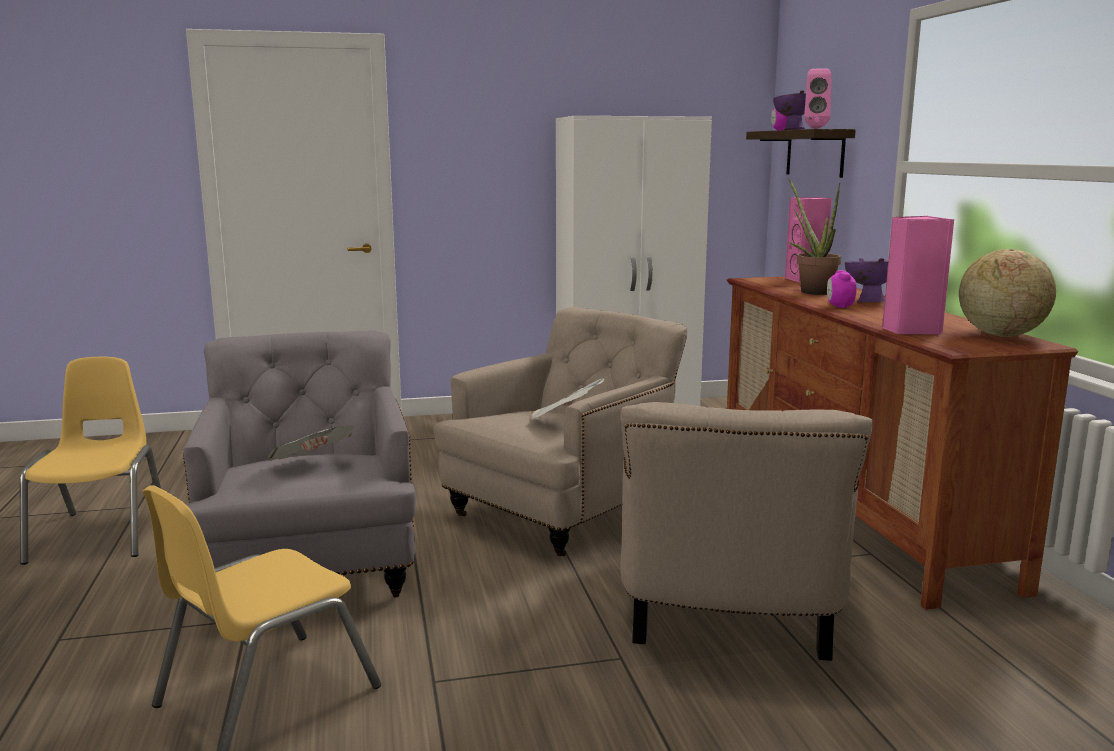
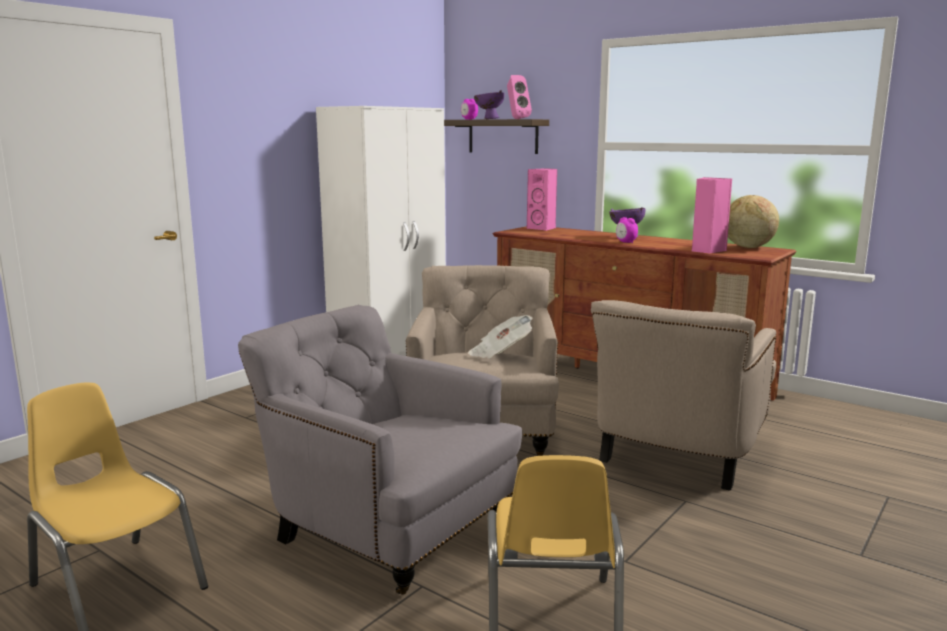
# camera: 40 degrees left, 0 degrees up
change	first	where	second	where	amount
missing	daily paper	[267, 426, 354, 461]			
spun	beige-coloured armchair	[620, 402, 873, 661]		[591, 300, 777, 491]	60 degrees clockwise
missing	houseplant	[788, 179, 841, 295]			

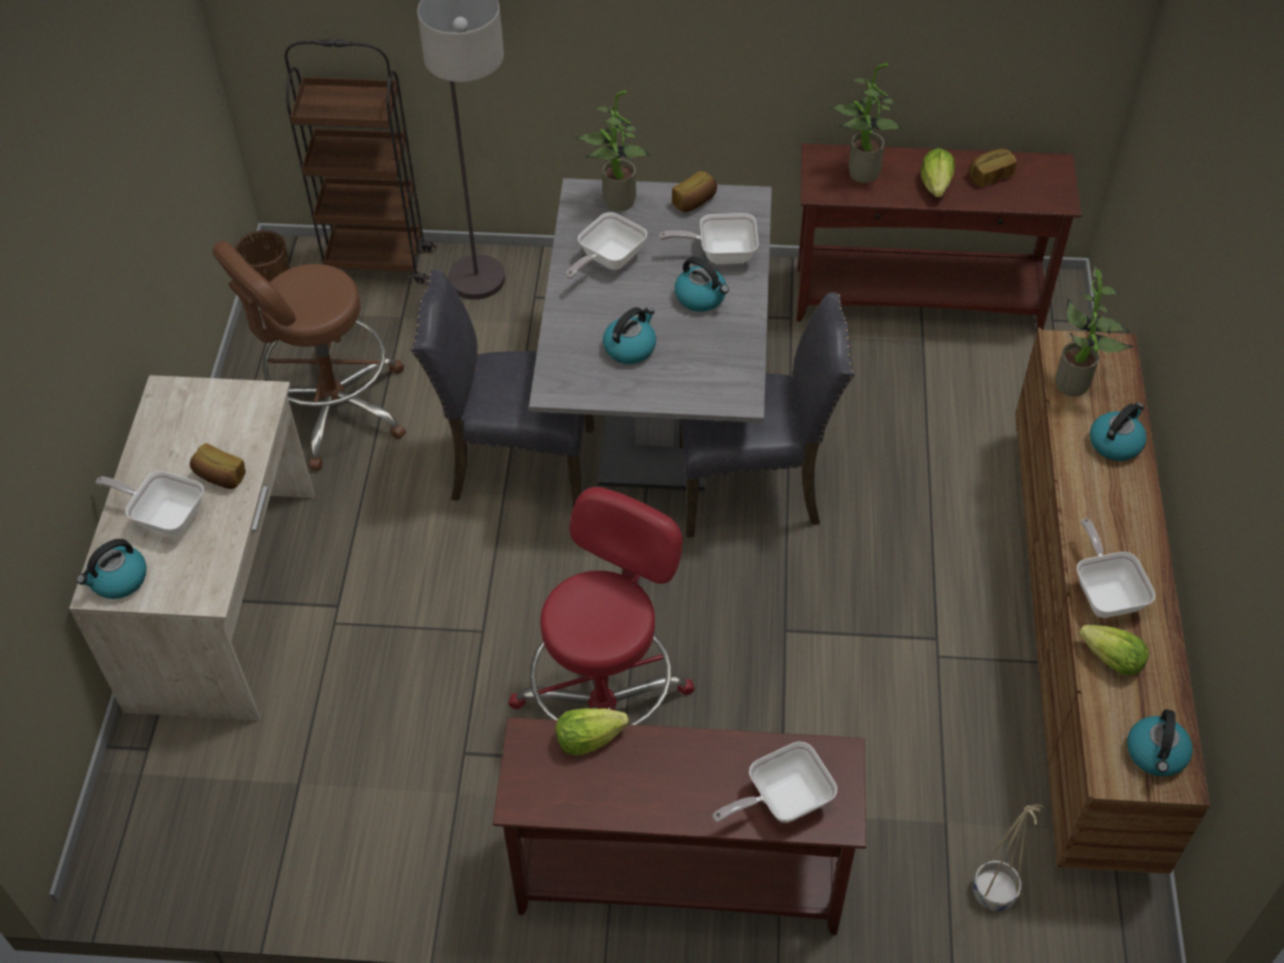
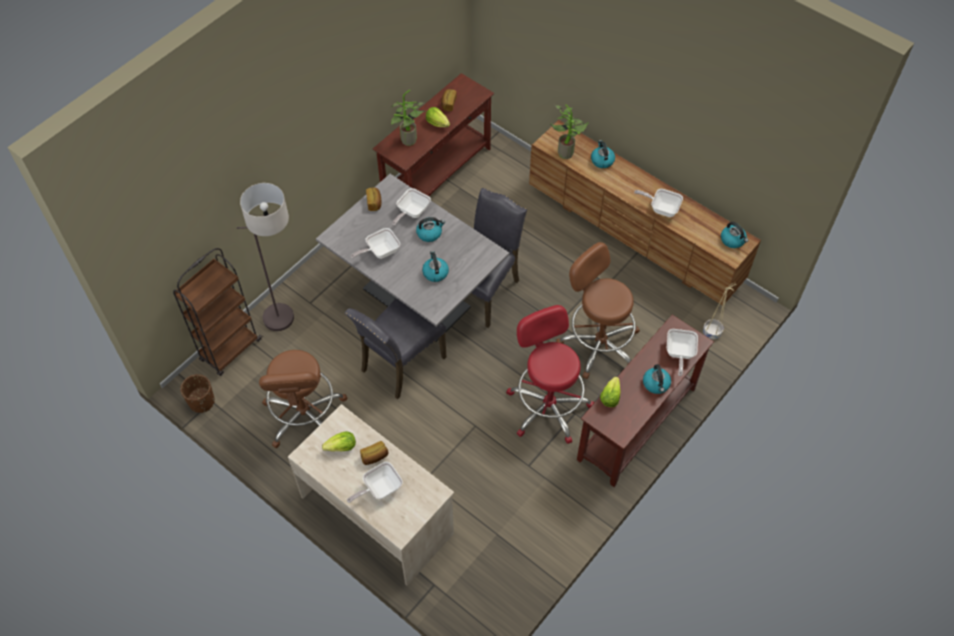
# camera: 55 degrees left, 5 degrees up
change	first	where	second	where	amount
relocated	kettle	[77, 539, 147, 599]		[643, 364, 671, 394]	
spun	frying pan	[566, 212, 647, 279]		[351, 228, 400, 259]	75 degrees clockwise
missing	houseplant	[574, 90, 650, 211]			
relocated	lettuce	[1079, 625, 1149, 676]		[322, 431, 356, 452]	
appeared			brown-coloured stool seat	[556, 242, 640, 379]	

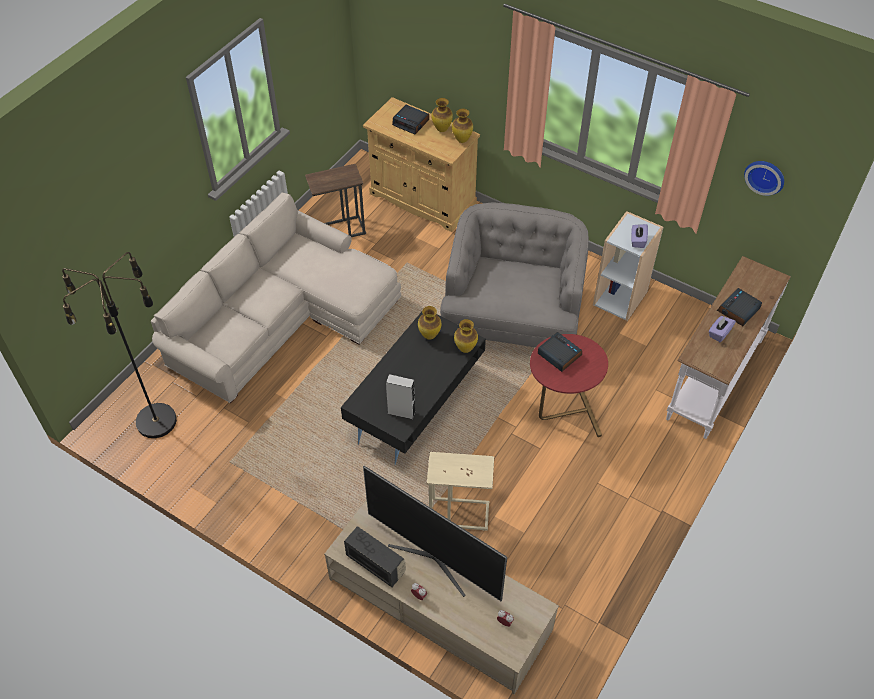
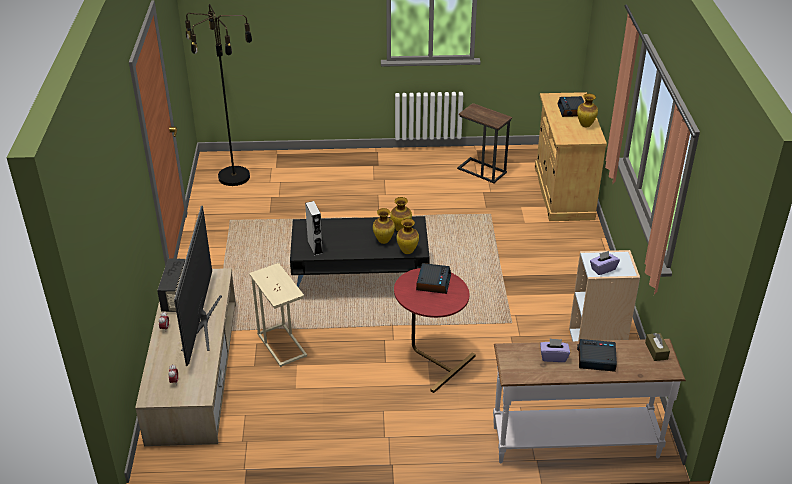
# camera: 55 degrees right, 15 degrees down
change	first	where	second	where	amount
missing	beige-coloured couch	[151, 192, 401, 403]			
missing	gray armchair	[440, 202, 589, 347]			
relocated	flower vase	[452, 108, 473, 143]		[373, 208, 395, 244]	
missing	hanging clock	[744, 161, 784, 196]			
appeared			brown-coloured tissue box	[645, 333, 670, 361]	

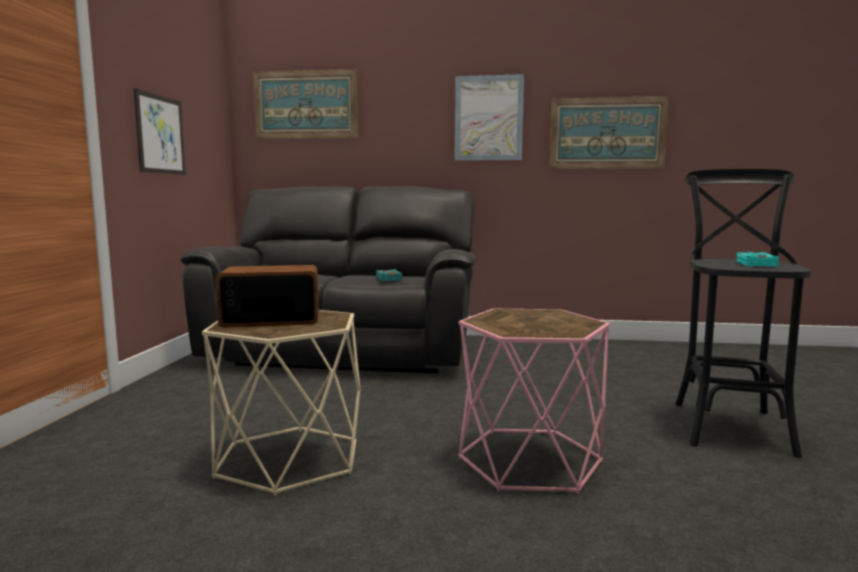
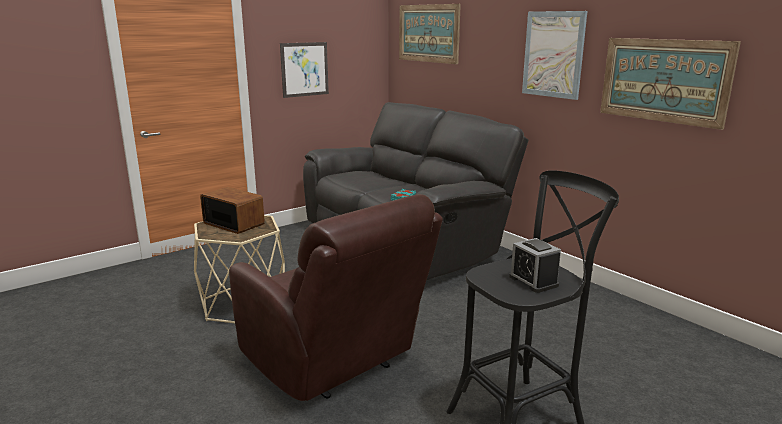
# camera: 45 degrees right, 10 degrees up
change	first	where	second	where	amount
exchanged	pink-coloured accent table	[458, 309, 610, 494]	brown-coloured armchair	[229, 194, 443, 401]	
exchanged	blue-green book	[736, 252, 779, 267]	alarm clock	[509, 238, 561, 293]	

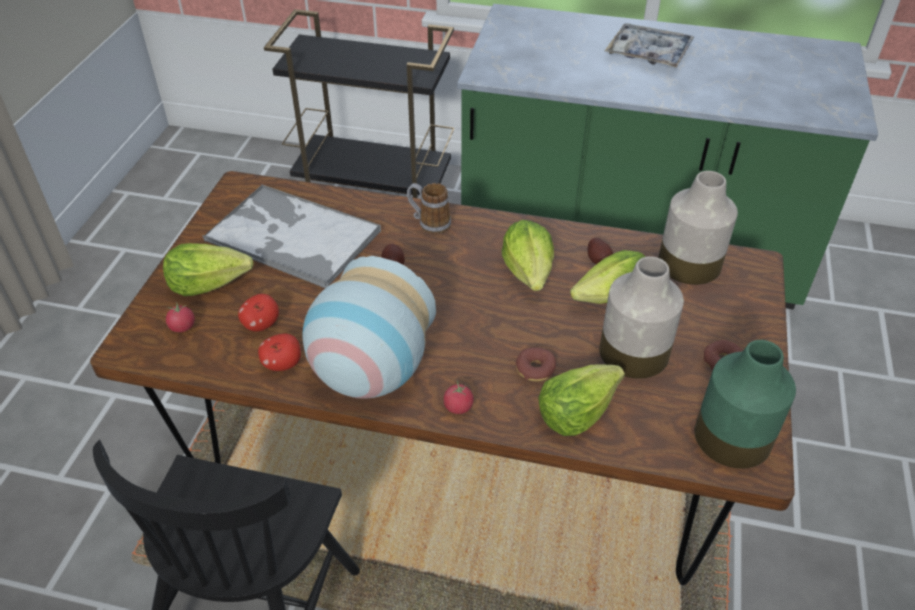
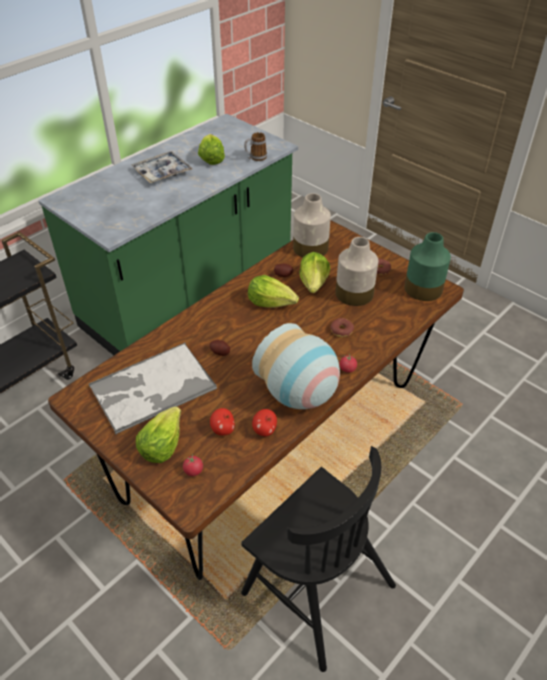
# camera: 60 degrees left, 0 degrees up
change	first	where	second	where	amount
relocated	tea mug	[407, 183, 451, 234]		[244, 132, 267, 161]	
relocated	lettuce	[538, 365, 625, 436]		[198, 134, 225, 165]	

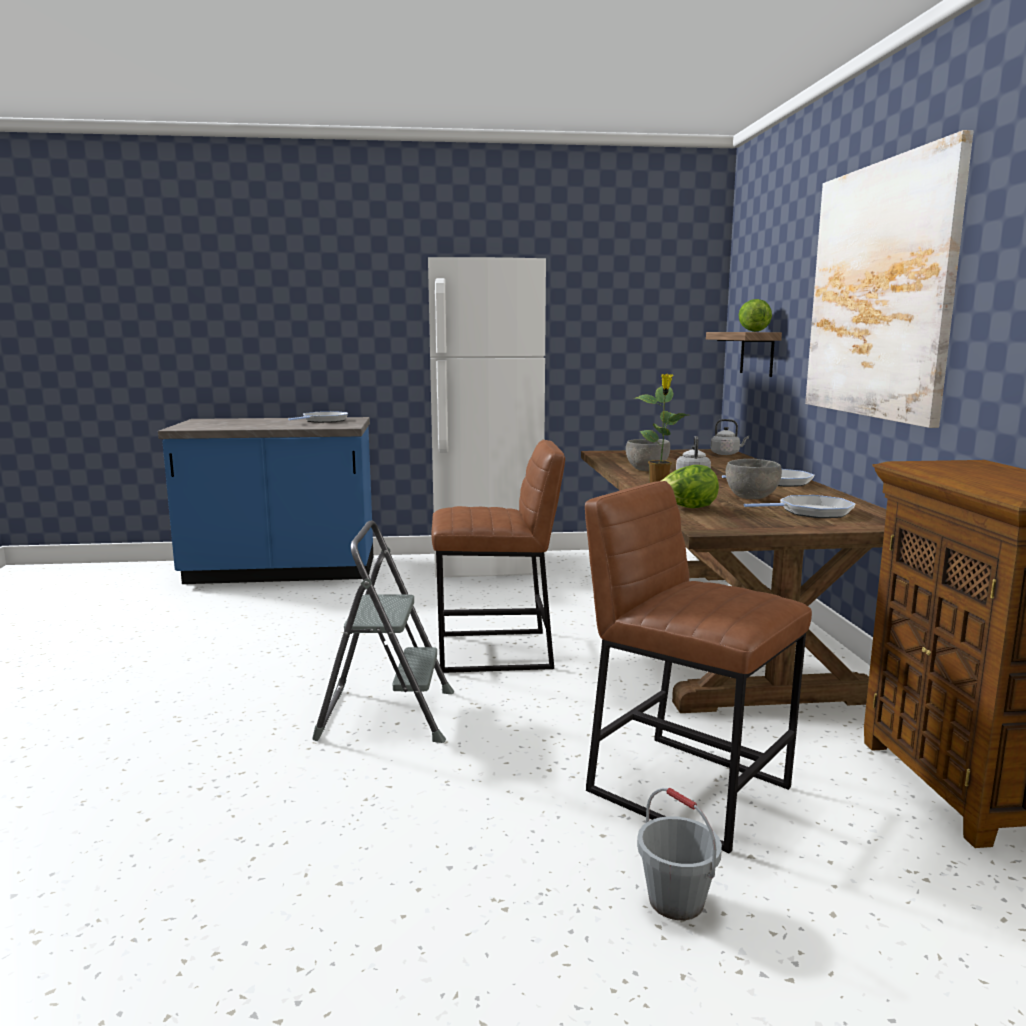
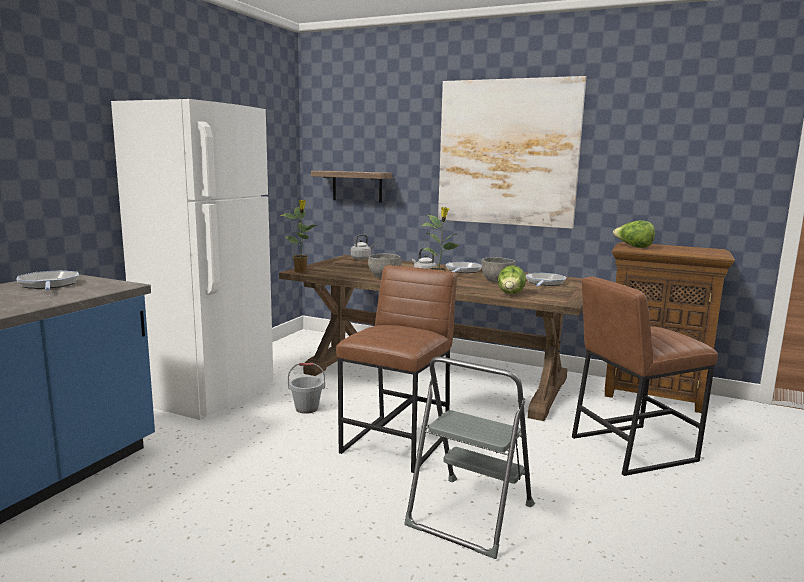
# camera: 60 degrees left, 0 degrees up
change	first	where	second	where	amount
relocated	gray water bucket	[637, 788, 722, 920]		[288, 363, 325, 414]	
relocated	lettuce	[739, 299, 772, 332]		[613, 220, 655, 248]	
appeared			houseplant	[281, 200, 318, 272]	

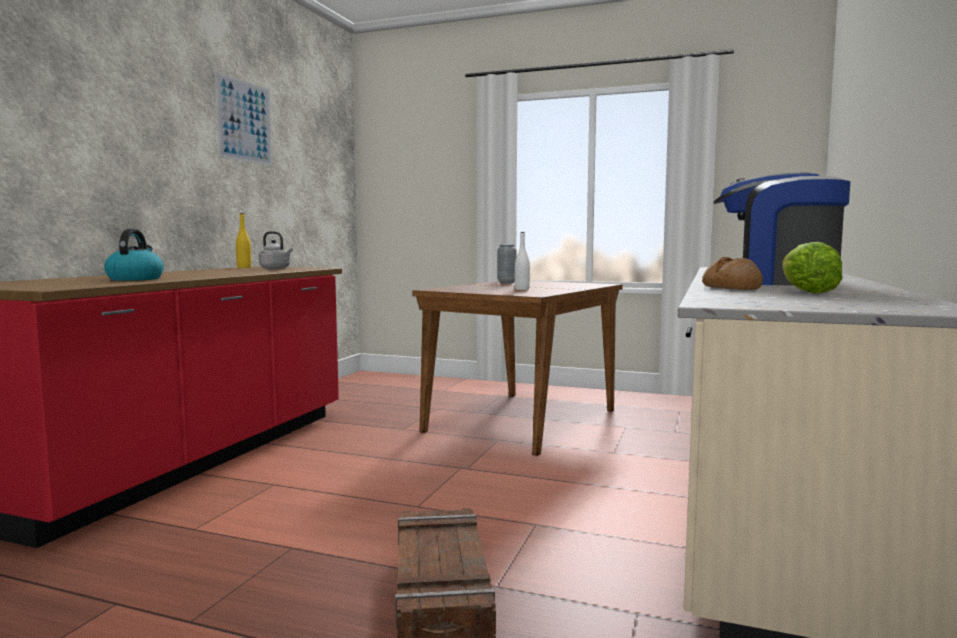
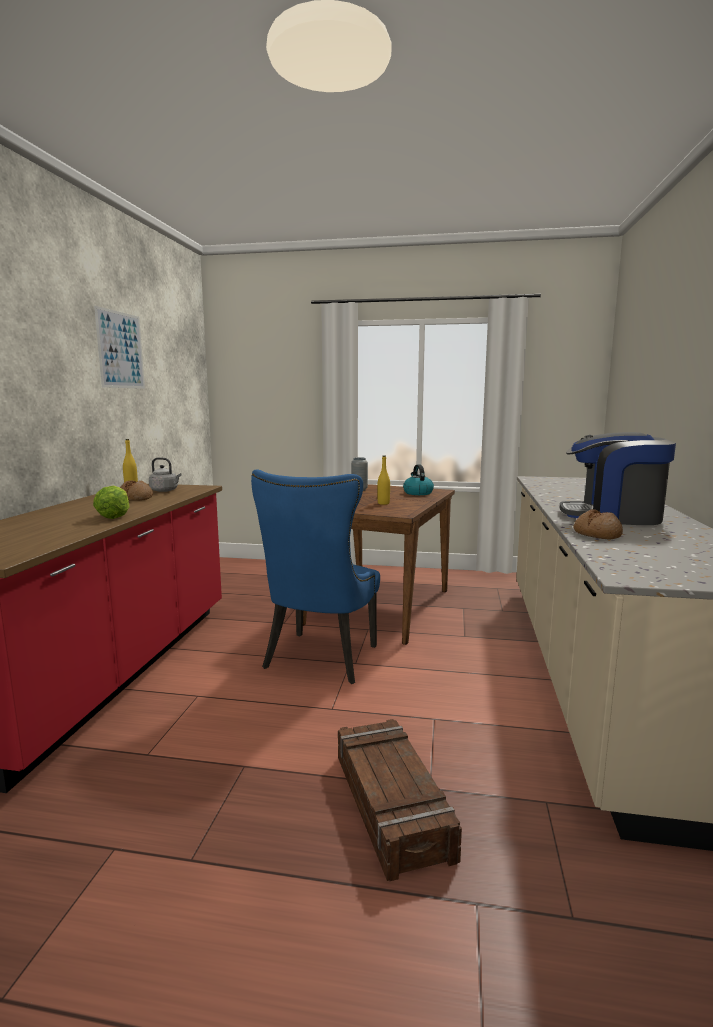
# camera: 10 degrees left, 5 degrees up
change	first	where	second	where	amount
relocated	kettle	[104, 229, 164, 281]		[403, 464, 434, 495]	
colour	white-coloured beverage bottle	[515, 232, 530, 290]	yellowish beverage bottle	[377, 456, 390, 505]	
relocated	lettuce	[782, 242, 843, 294]		[93, 485, 130, 519]	
appeared			bread	[120, 481, 153, 501]	
appeared			bluish chair	[251, 469, 380, 684]	

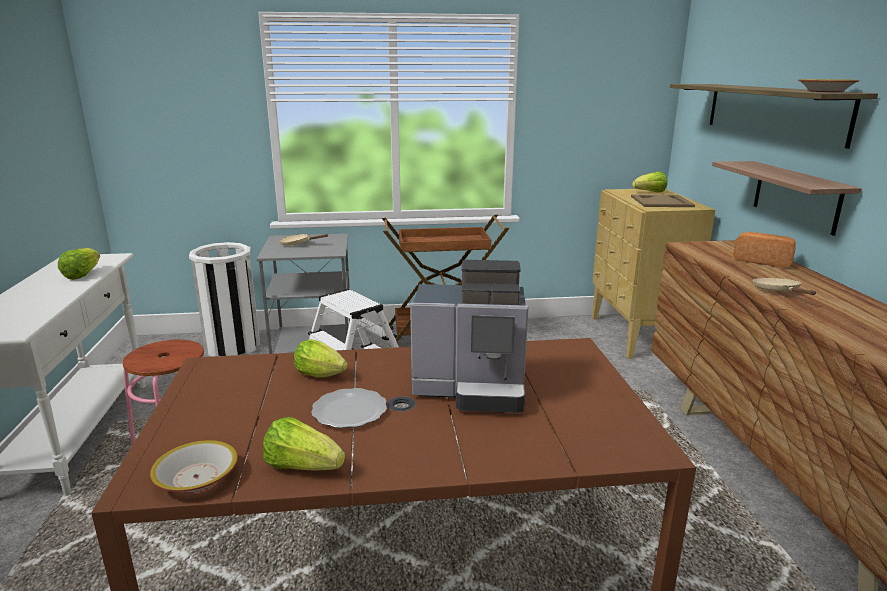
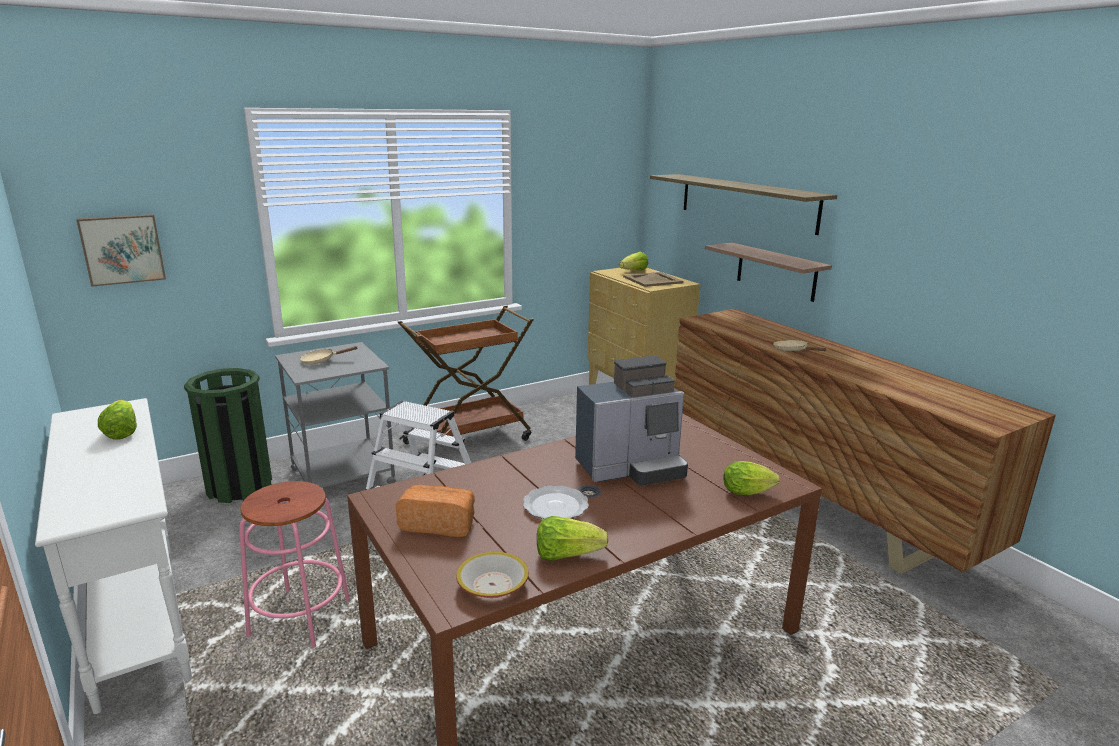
# camera: 25 degrees left, 0 degrees up
change	first	where	second	where	amount
colour	white-coloured rubbish bin	[189, 242, 260, 357]	greenish rubbish bin	[184, 368, 272, 503]	
relocated	lettuce	[294, 339, 348, 377]		[723, 461, 780, 495]	
relocated	bread	[733, 232, 796, 268]		[395, 484, 475, 537]	
missing	serving bowl	[798, 79, 859, 92]			
appeared			wall picture	[76, 214, 166, 287]	

